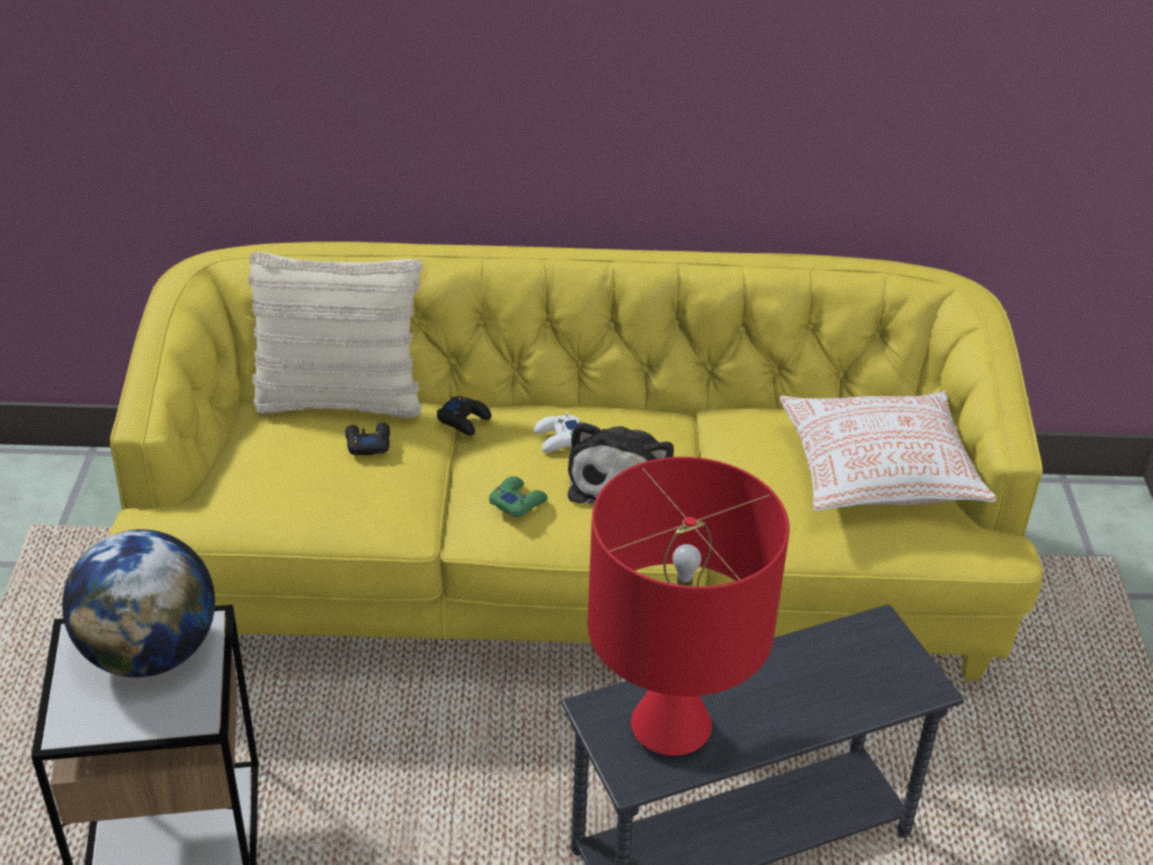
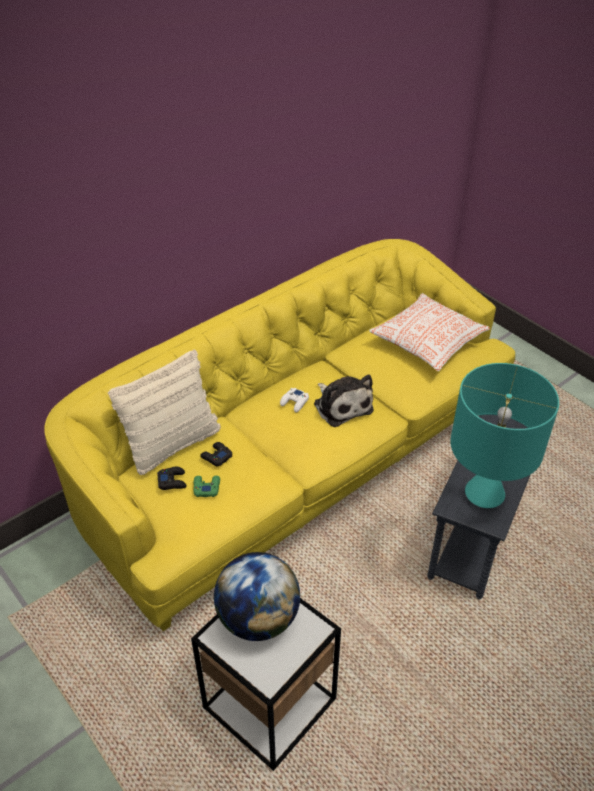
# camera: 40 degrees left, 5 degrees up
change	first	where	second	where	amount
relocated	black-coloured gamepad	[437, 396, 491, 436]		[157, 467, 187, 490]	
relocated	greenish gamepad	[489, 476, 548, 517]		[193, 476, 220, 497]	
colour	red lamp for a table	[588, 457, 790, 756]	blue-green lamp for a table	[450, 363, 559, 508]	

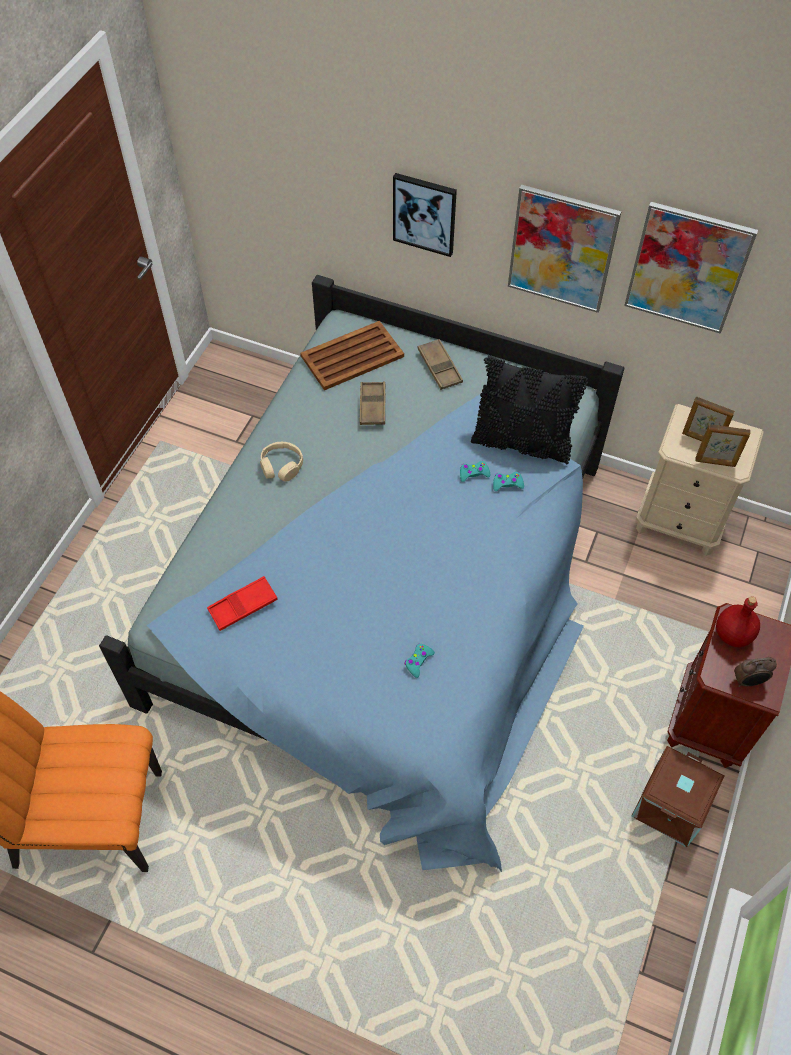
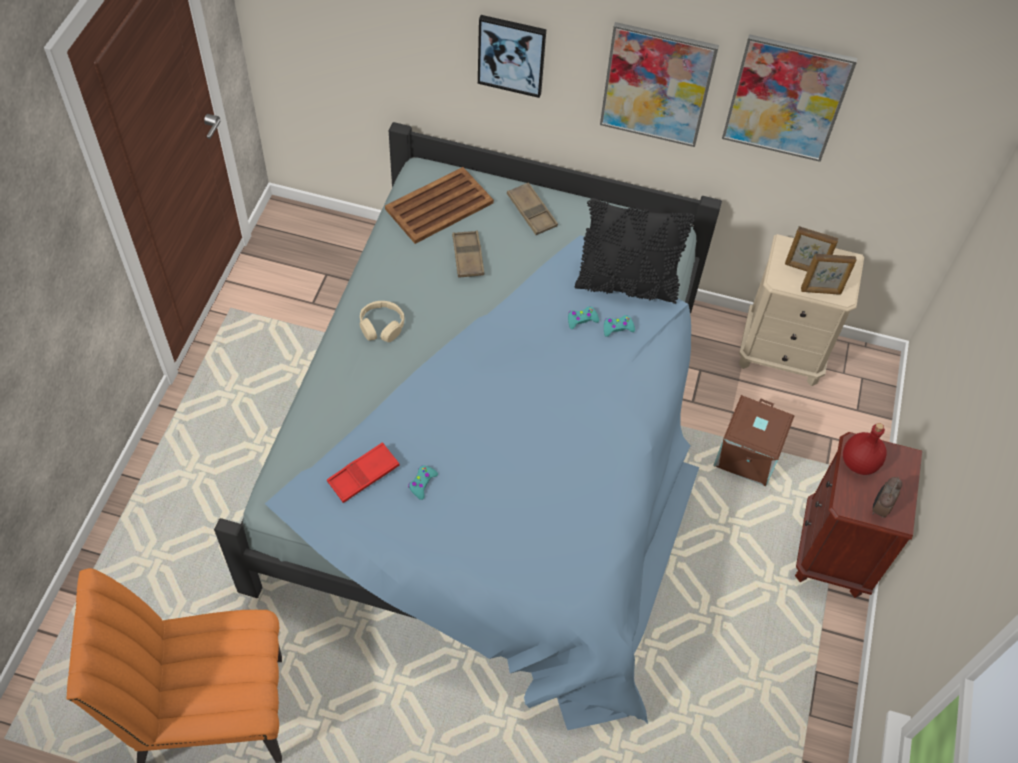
# camera: 10 degrees left, 0 degrees up
change	first	where	second	where	amount
relocated	blue-green gamepad	[405, 644, 435, 678]		[408, 466, 438, 500]	
relocated	brown-coloured storage bin	[631, 746, 724, 847]		[713, 395, 795, 486]	
spun	alarm clock	[734, 657, 777, 687]		[872, 477, 902, 518]	135 degrees clockwise

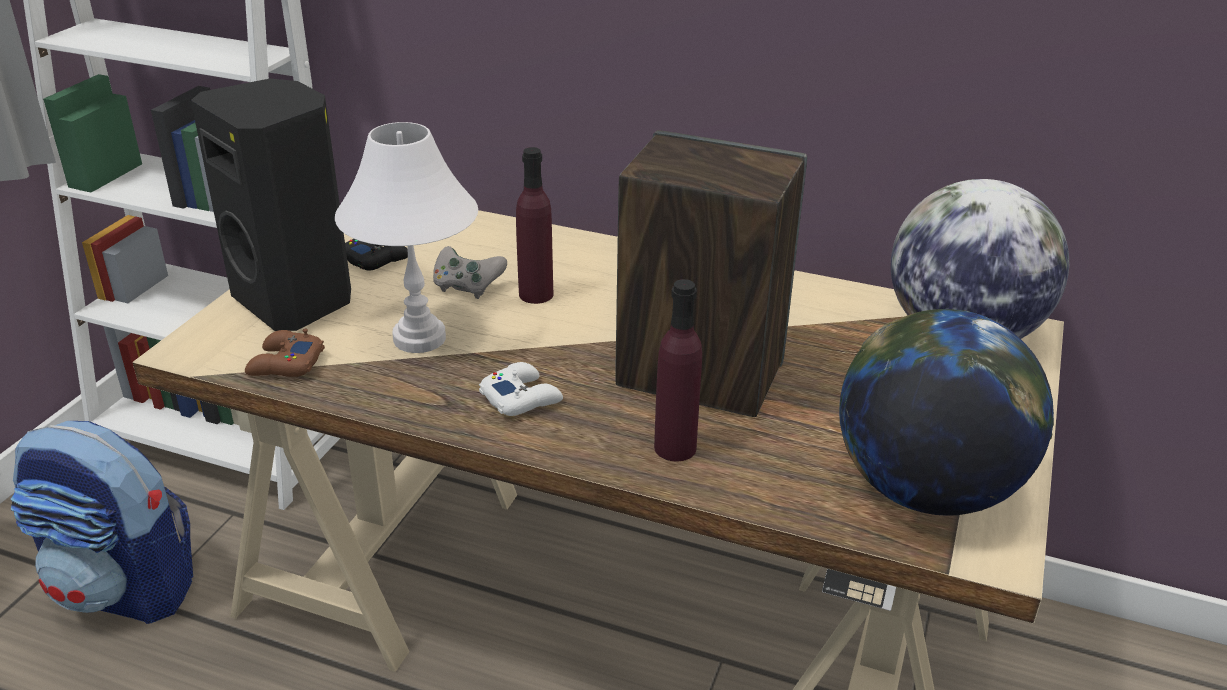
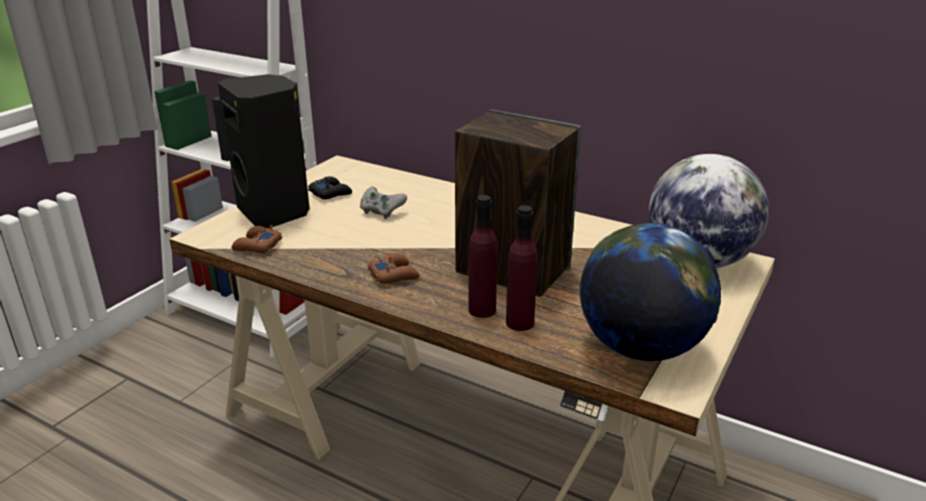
# camera: 10 degrees right, 5 degrees down
change	first	where	second	where	amount
missing	rucksack	[10, 421, 193, 624]			
missing	white-coloured lamp for a table	[335, 122, 478, 353]			
colour	white-coloured gamepad	[479, 362, 563, 416]	brown-coloured gamepad	[368, 253, 420, 284]	
relocated	purple beverage bottle	[516, 147, 554, 304]		[506, 205, 537, 331]	

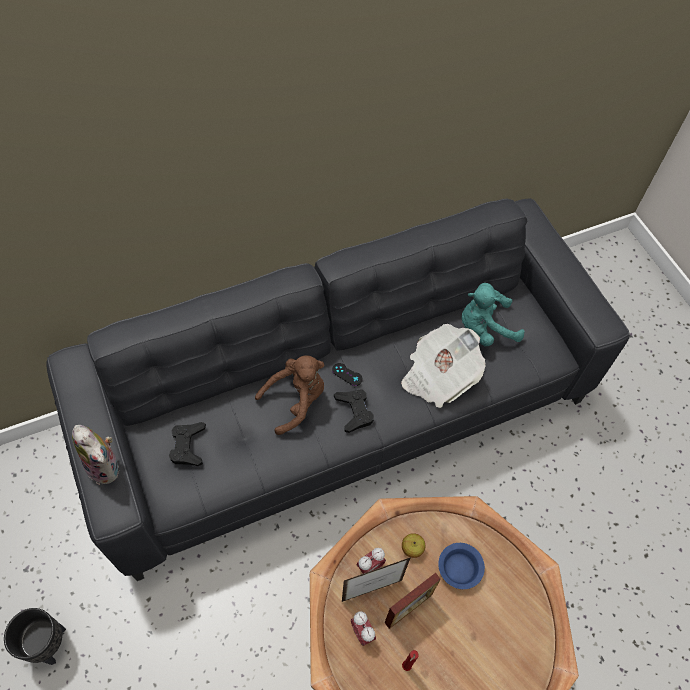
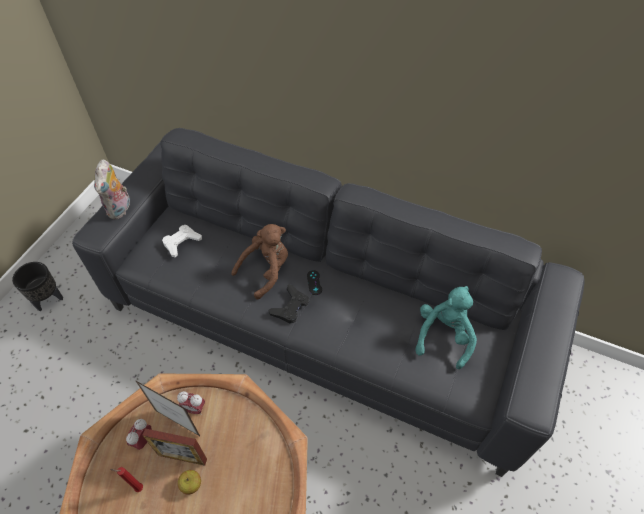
# camera: 50 degrees right, 5 degrees down
change	first	where	second	where	amount
colour	black-coloured gamepad	[169, 422, 206, 466]	white-coloured gamepad	[162, 225, 202, 257]	
spun	brown-coloured soft toy	[255, 355, 324, 435]		[231, 224, 288, 299]	60 degrees counterclockwise
missing	daily paper	[401, 324, 485, 408]			
relocated	apple fruit	[402, 533, 425, 558]		[178, 470, 201, 495]	
missing	bluish serving bowl	[438, 543, 485, 589]			
spun	blue-green soft toy	[462, 283, 525, 346]		[415, 286, 477, 369]	75 degrees clockwise

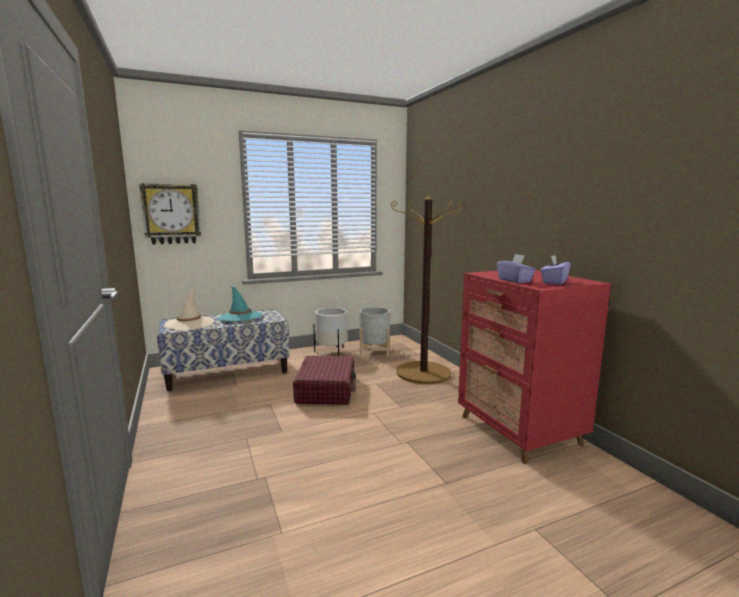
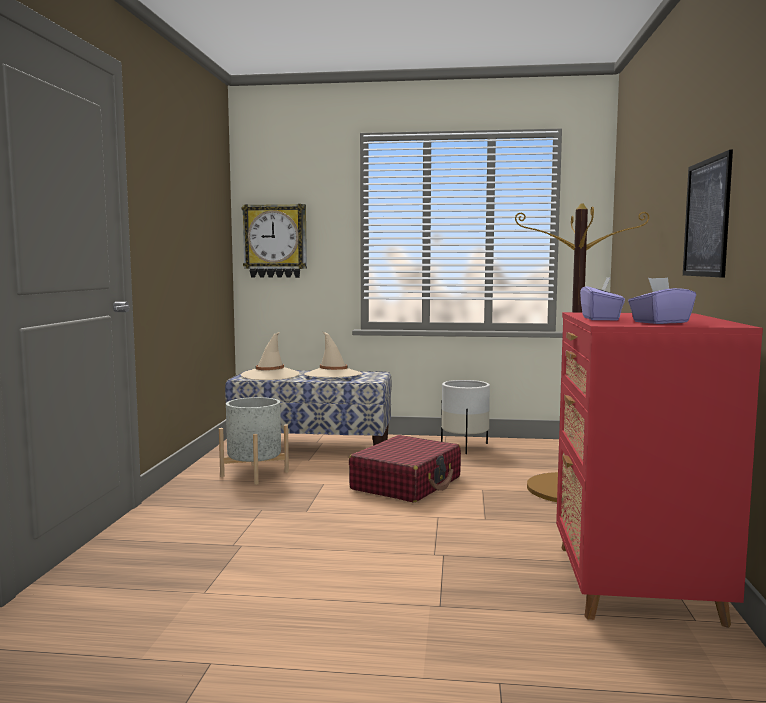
# camera: 30 degrees right, 5 degrees down
change	first	where	second	where	amount
colour	blue-green wearable hat	[217, 286, 263, 321]	beige-coloured wearable hat	[304, 331, 362, 377]	
relocated	gray plant pot	[359, 307, 390, 356]		[219, 397, 289, 485]	
appeared			wall picture	[683, 150, 733, 278]	

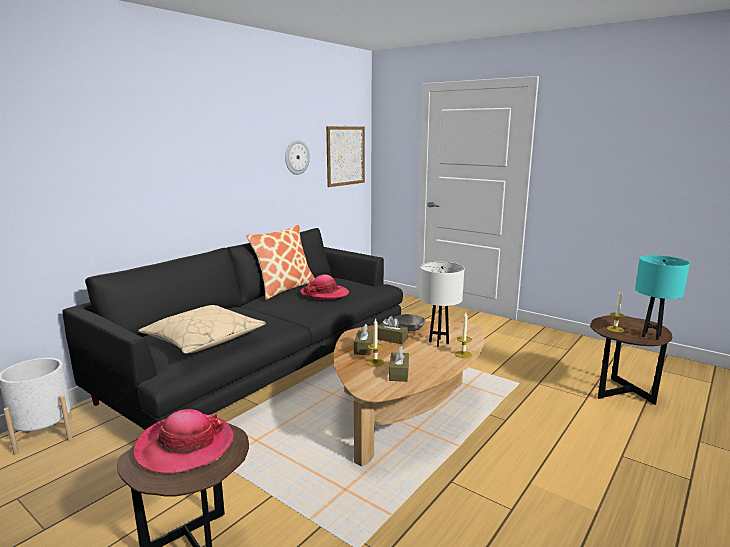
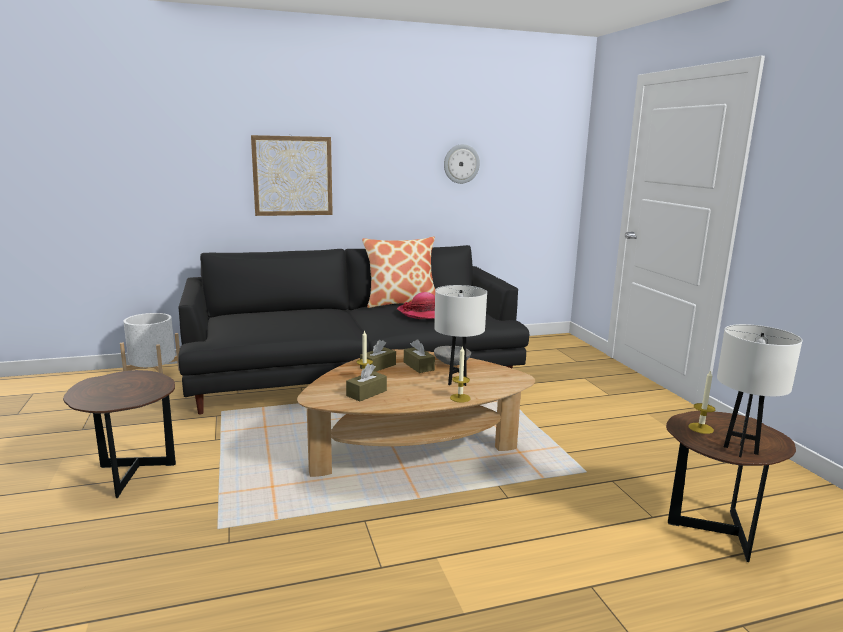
# camera: 35 degrees right, 0 degrees up
change	first	where	second	where	amount
missing	wearable hat	[133, 409, 234, 474]			
missing	beige-coloured throw pillow	[138, 305, 266, 354]			
relocated	wall picture	[326, 125, 365, 187]		[251, 135, 333, 216]	
colour	blue-green lamp for a table	[635, 255, 690, 340]	white-coloured lamp for a table	[717, 324, 802, 457]	

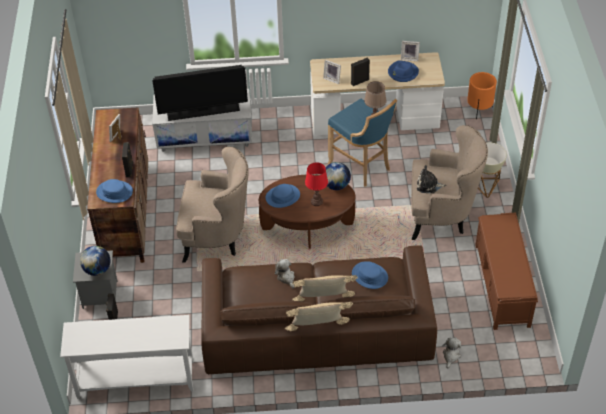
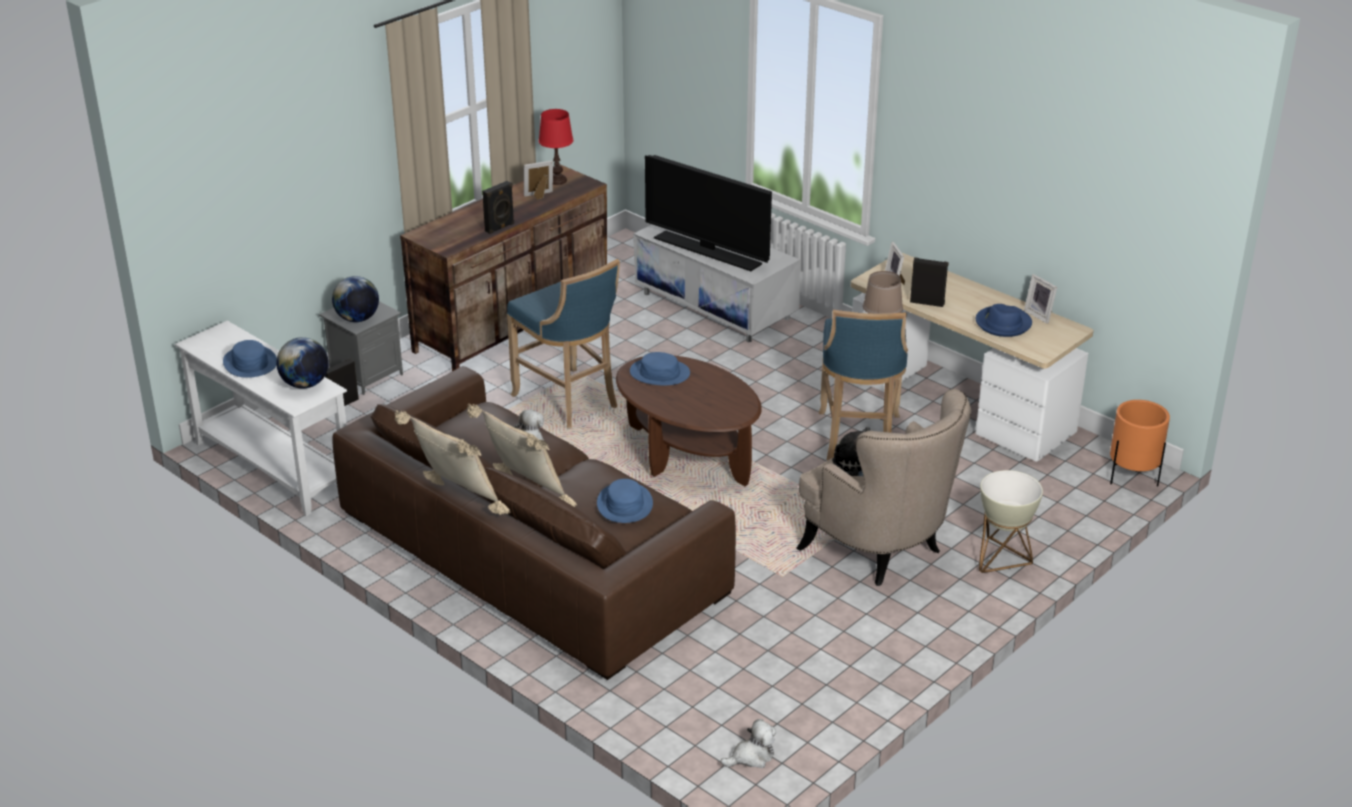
# camera: 45 degrees right, 15 degrees down
change	first	where	second	where	amount
relocated	bluish wearable hat	[96, 179, 133, 203]		[223, 340, 277, 378]	
exchanged	beige-coloured armchair	[176, 147, 249, 263]	bluish stool seat	[507, 259, 620, 428]	
relocated	red lamp for a table	[305, 162, 328, 206]		[538, 109, 573, 185]	
relocated	globe	[325, 162, 351, 190]		[276, 337, 329, 389]	
relocated	soft toy	[443, 337, 461, 369]		[721, 719, 777, 768]	
missing	brown-coloured indoor bench	[475, 213, 538, 330]			

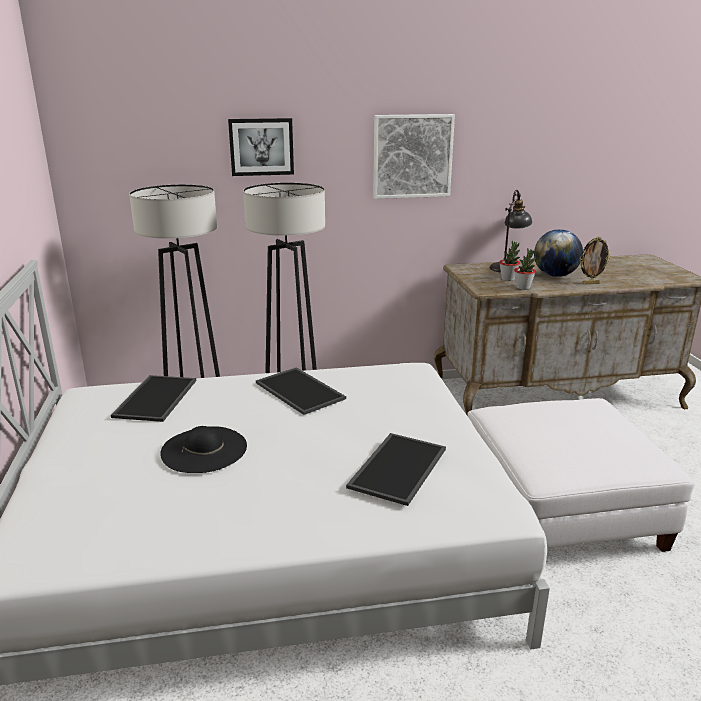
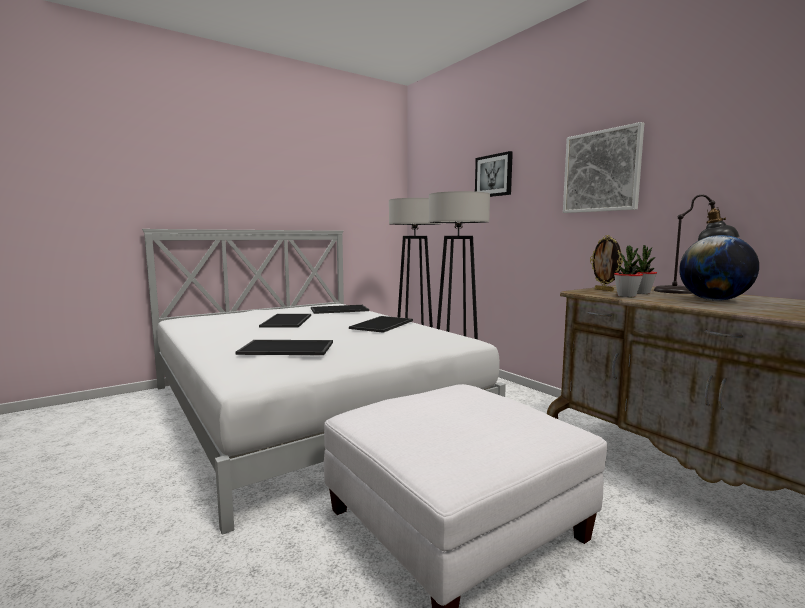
# camera: 65 degrees right, 15 degrees down
change	first	where	second	where	amount
exchanged	black-coloured wearable hat	[160, 426, 247, 473]	carrying tray	[259, 314, 311, 328]	
relocated	picture frame	[580, 236, 611, 284]		[590, 235, 623, 291]	

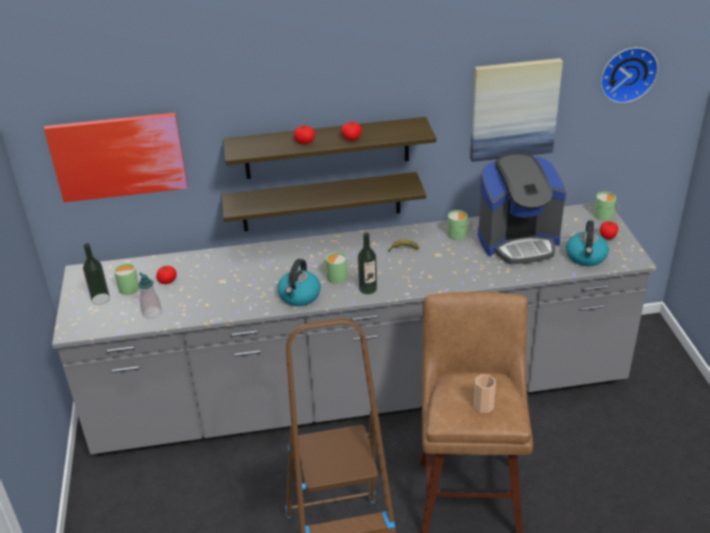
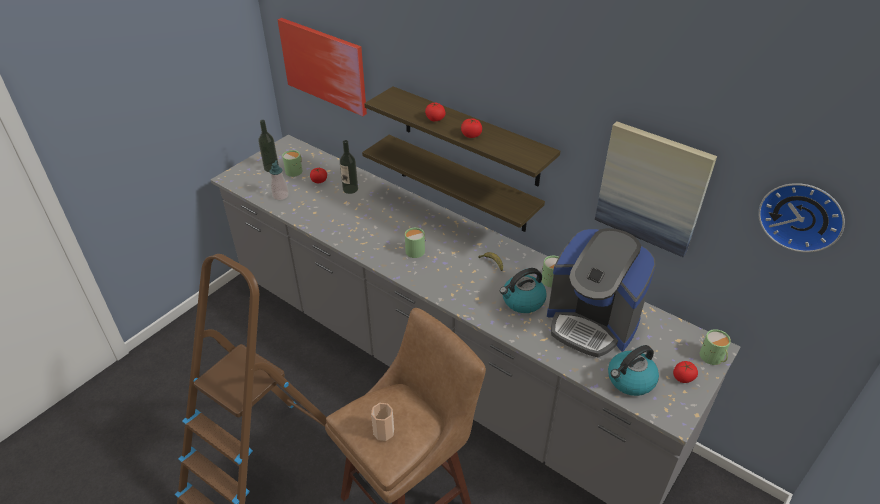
# camera: 45 degrees right, 5 degrees up
change	first	where	second	where	amount
relocated	kettle	[277, 259, 321, 306]		[500, 268, 547, 313]	
relocated	beverage bottle	[358, 232, 377, 294]		[340, 140, 358, 194]	

